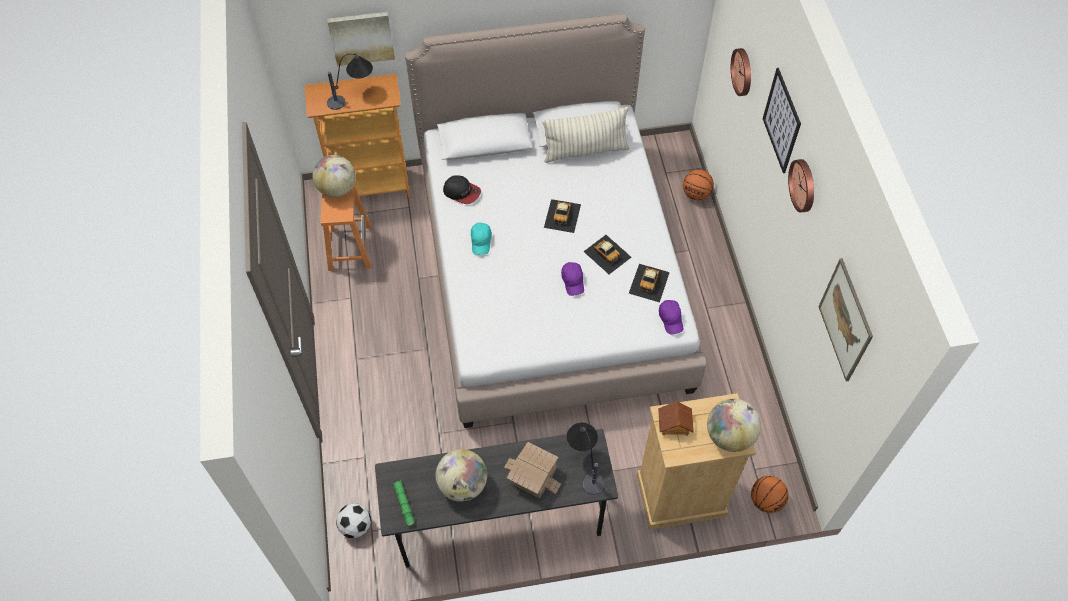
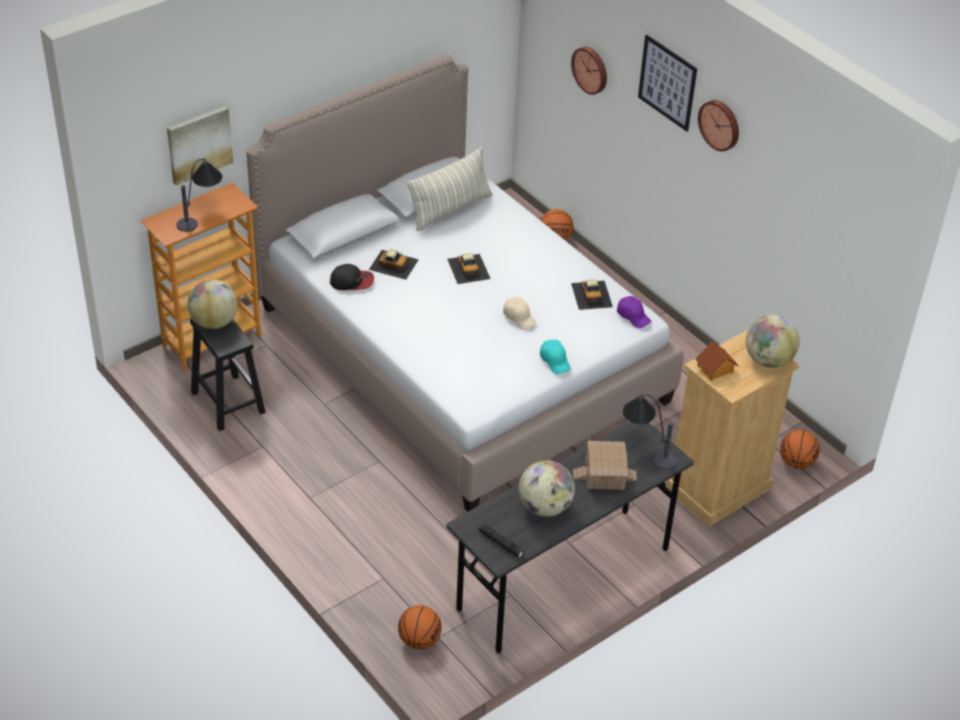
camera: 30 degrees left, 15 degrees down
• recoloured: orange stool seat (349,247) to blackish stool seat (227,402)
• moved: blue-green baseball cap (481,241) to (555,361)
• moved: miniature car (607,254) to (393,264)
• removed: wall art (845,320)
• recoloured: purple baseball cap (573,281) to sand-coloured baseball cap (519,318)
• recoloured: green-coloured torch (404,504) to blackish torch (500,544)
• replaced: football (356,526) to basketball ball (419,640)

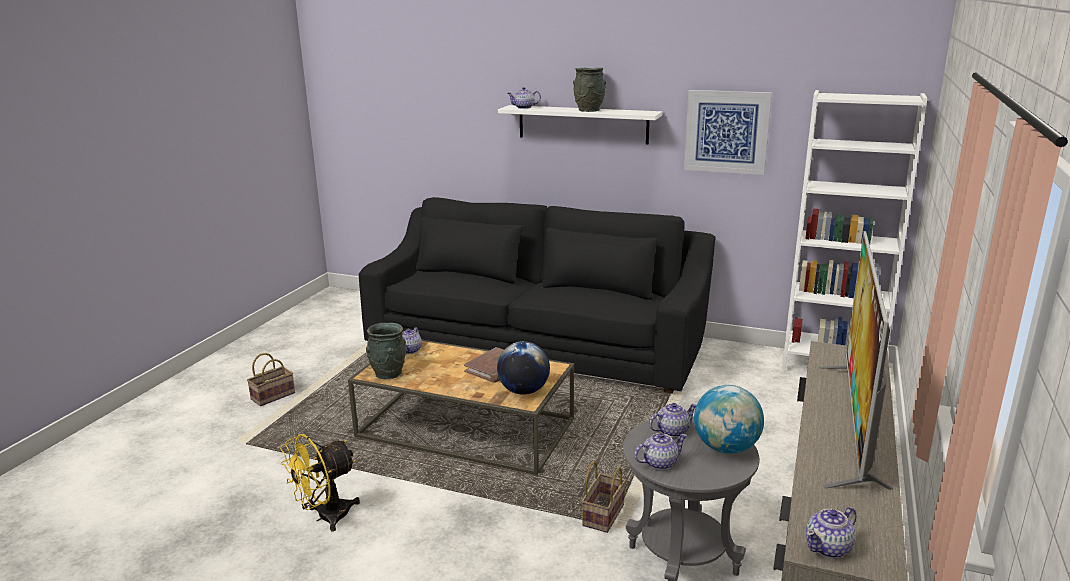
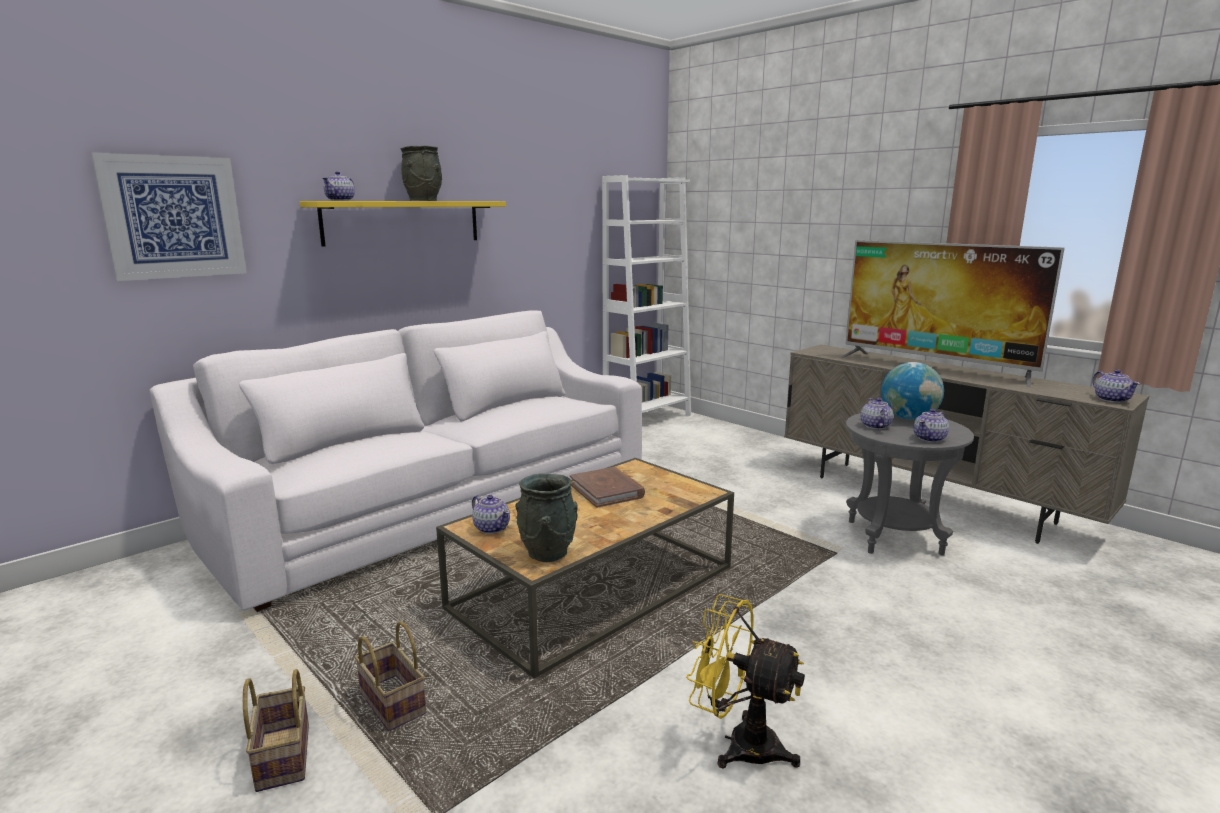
camera: 65 degrees left, 5 degrees down
• moved: wall art (726,132) to (173,217)
• recoloured: white-coloured wall shelf (582,124) to yellowish wall shelf (403,222)
• recoloured: blackish sofa (536,342) to white-coloured sofa (438,504)
• removed: globe (523,391)
• turned: tea pot (659,463) = (930,438) 135 degrees counterclockwise
• turned: yellowish electric fan (325,517) = (739,743) 135 degrees clockwise
• moved: storage basket (603,514) to (390,703)

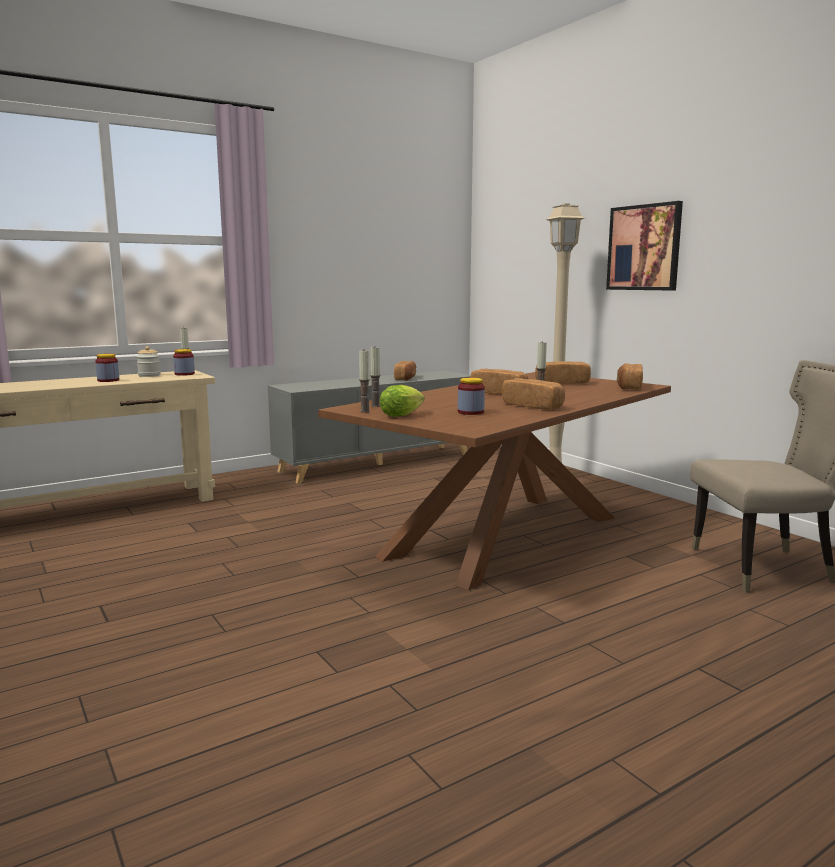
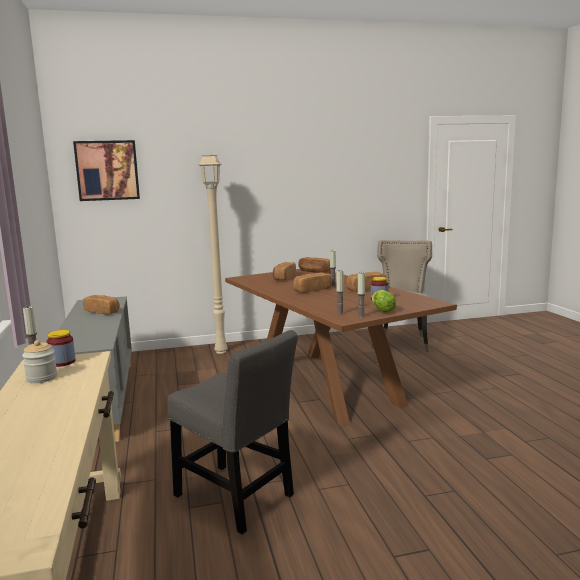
camera: 70 degrees left, 0 degrees up
• moved: wall art (644,247) to (107,170)
• removed: preserve jar (108,380)
• added: grey upright chair (237,498)

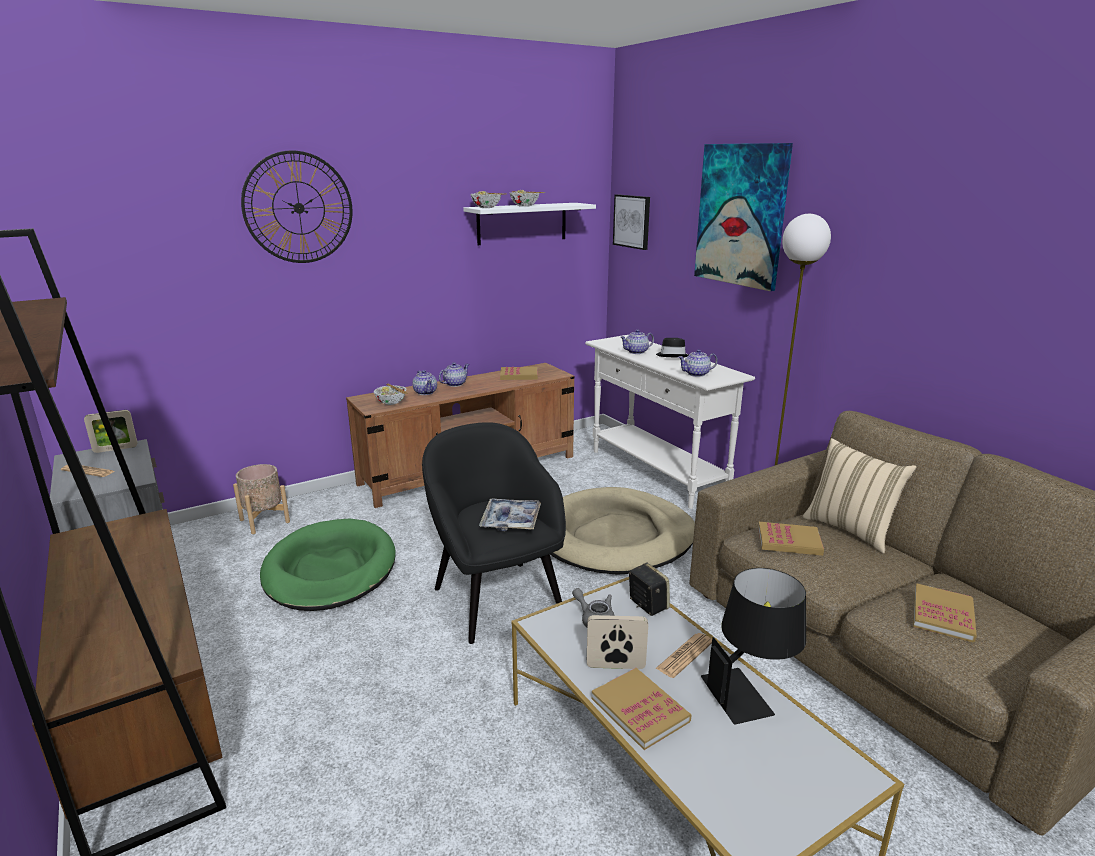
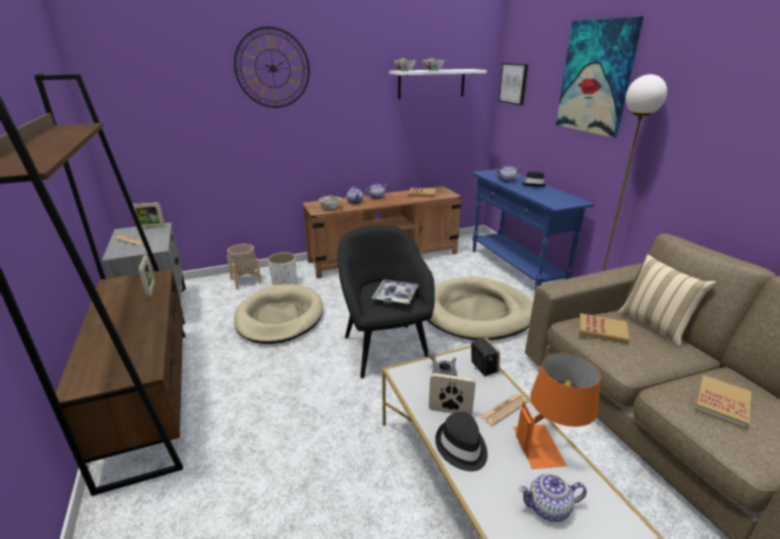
camera: 10 degrees right, 5 degrees up
• recoloured: white-coloured console table (656,472) to blue-coloured console table (515,269)
• moved: tea pot (697,374) to (549,508)
• recoloured: green-coloured pet bed (330,570) to sand-coloured pet bed (280,317)
• recoloured: blackish table lamp (750,691) to orange table lamp (549,444)
• replaced: bound book (640,710) to blackish wearable hat (461,447)
• added: white-coloured flower pot (284,282)
• added: standing frame (151,290)

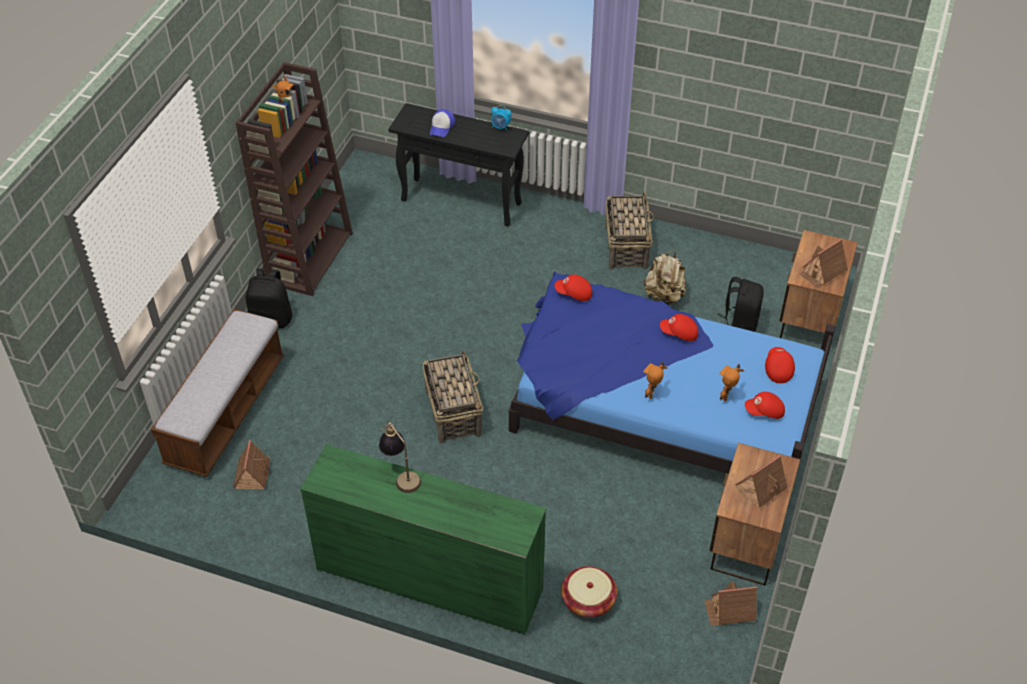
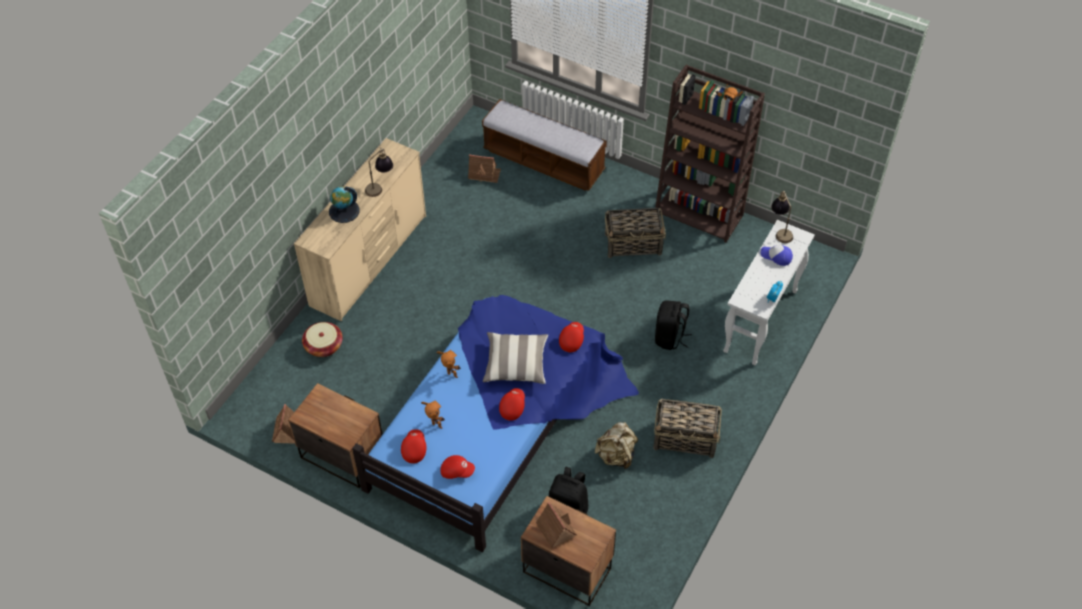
camera: 100 degrees right, 5 degrees up
• recoloured: blackish console table (462,202) to white-coloured console table (760,322)
• moved: blackish rucksack (272,319) to (670,337)
• moved: storage basket (453,412) to (634,244)
• recoloured: green-coloured drawer chest (429,578) to sand-coloured drawer chest (370,260)
• removed: miniature house (762,487)
• added: globe (344,211)
• added: table lamp (780,231)
• added: throw pillow (516,364)

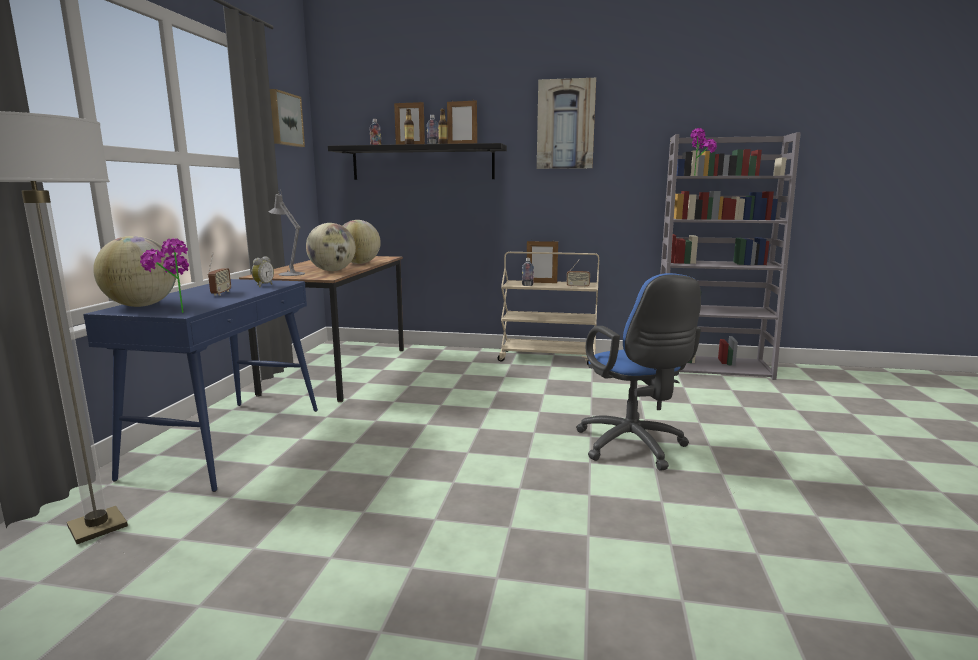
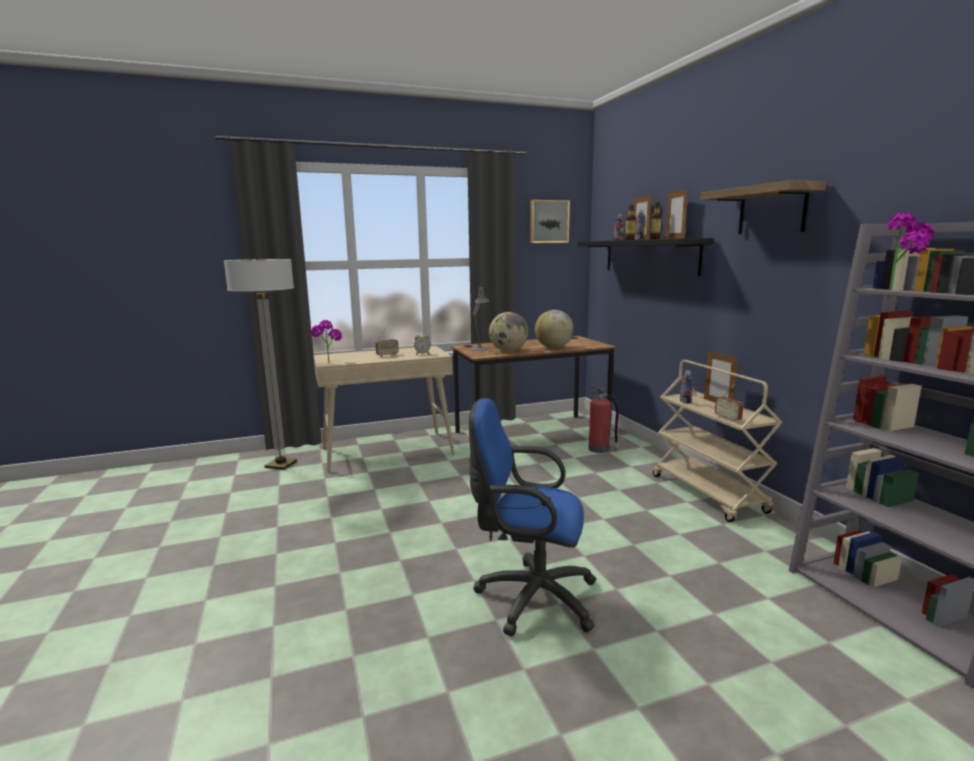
camera: 60 degrees right, 0 degrees up
• replaced: wall art (565,124) to wall shelf (772,210)
• removed: globe (141,306)
• turned: blue-coloured desk chair (633,448) = (530,597) 60 degrees clockwise
• recoloured: blue-coloured console table (229,440) to sand-coloured console table (388,451)
• added: fire-fighting cylinder (599,449)

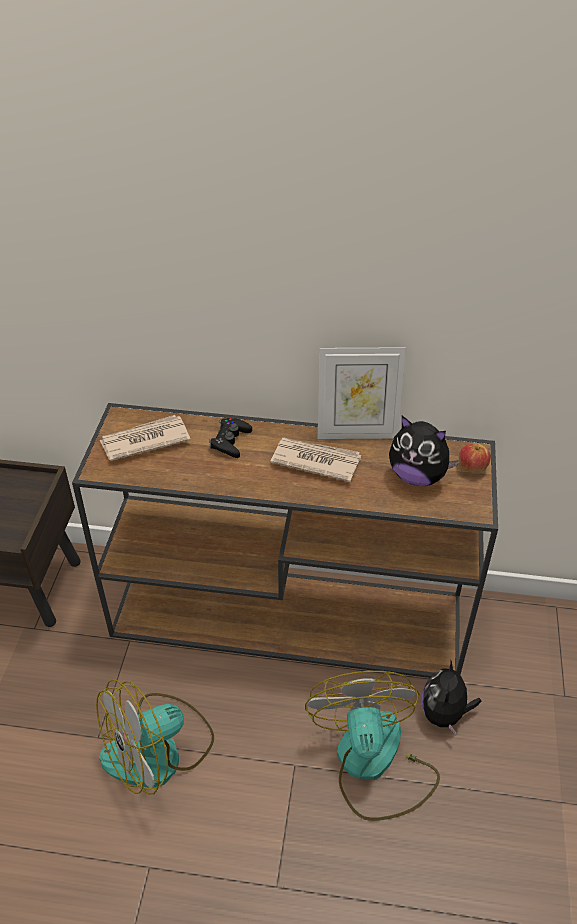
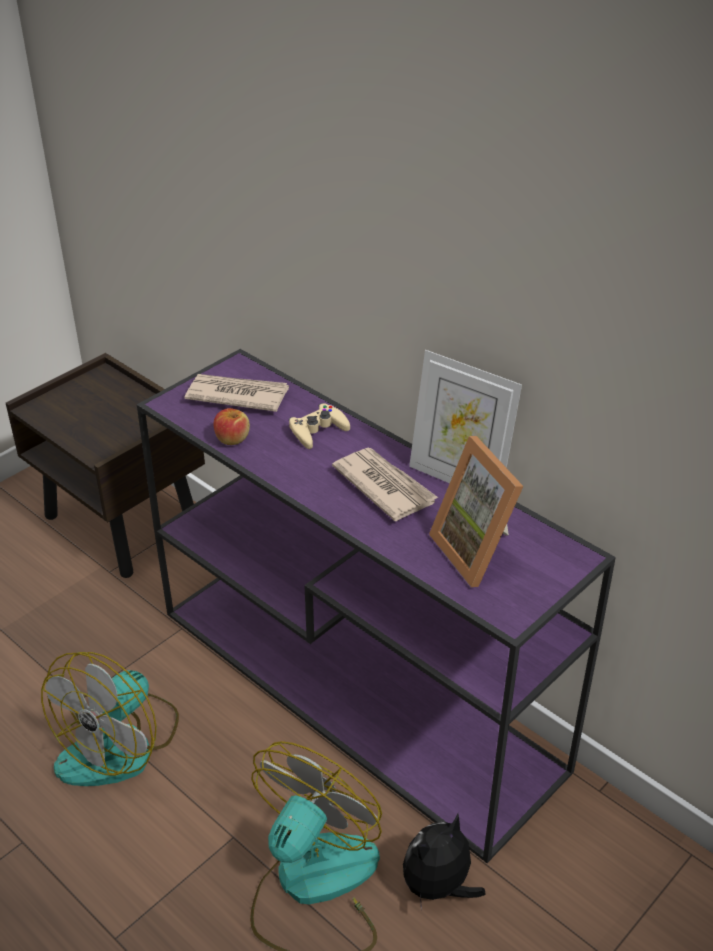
camera: 35 degrees right, 5 degrees down
• recoloured: brown console table (291,615) to purple console table (360,690)
• replaced: soft toy (417,476) to standing frame (480,551)
• recoloured: blackish gamepad (230,441) to sand-coloured gamepad (318,431)
• moved: whole apple (472,467) to (232,439)
• turned: electric fan (158,750) = (120,743) 60 degrees counterclockwise

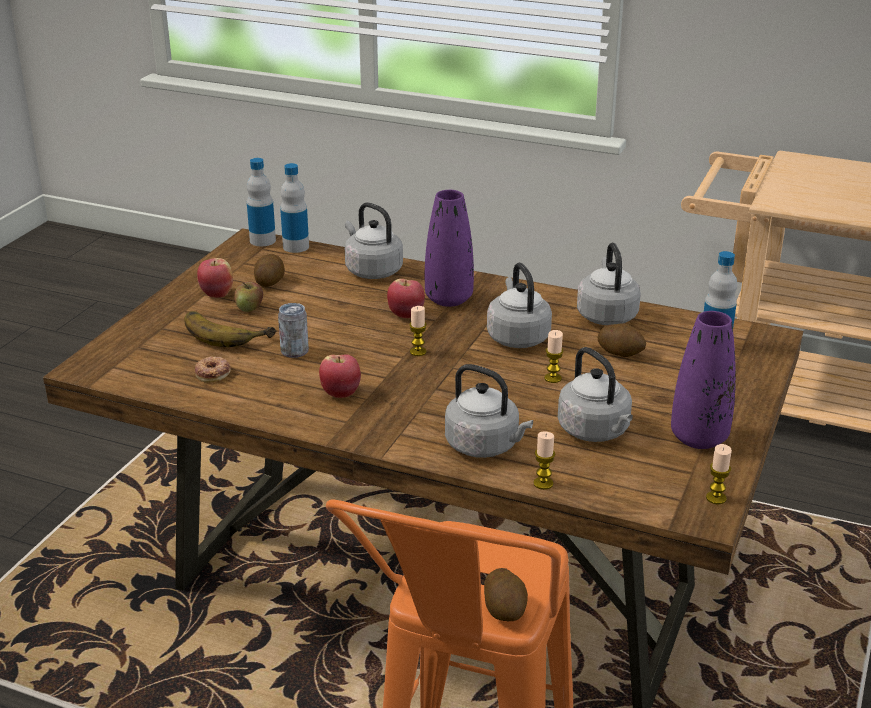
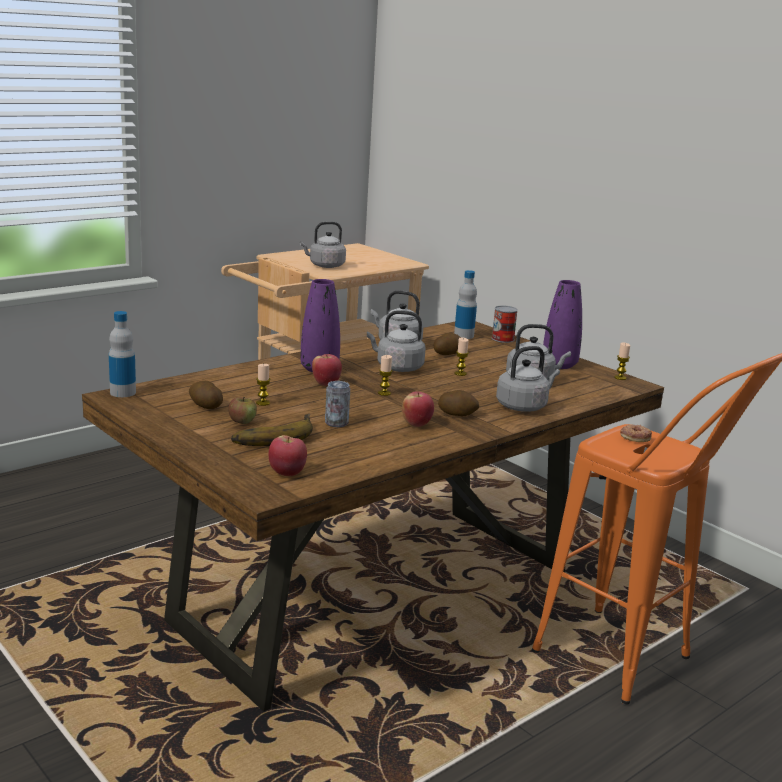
camera: 65 degrees left, 10 degrees down
• removed: bottle (296,247)
• moved: grey kettle (371,270) to (325,266)
• moved: whole apple (217,294) to (287,473)
• moved: doughnut (213,373) to (635,436)
• moved: candle (543,483) to (262,403)
• moved: potato (505,610) to (457,414)
• added: sealed can (503,339)

